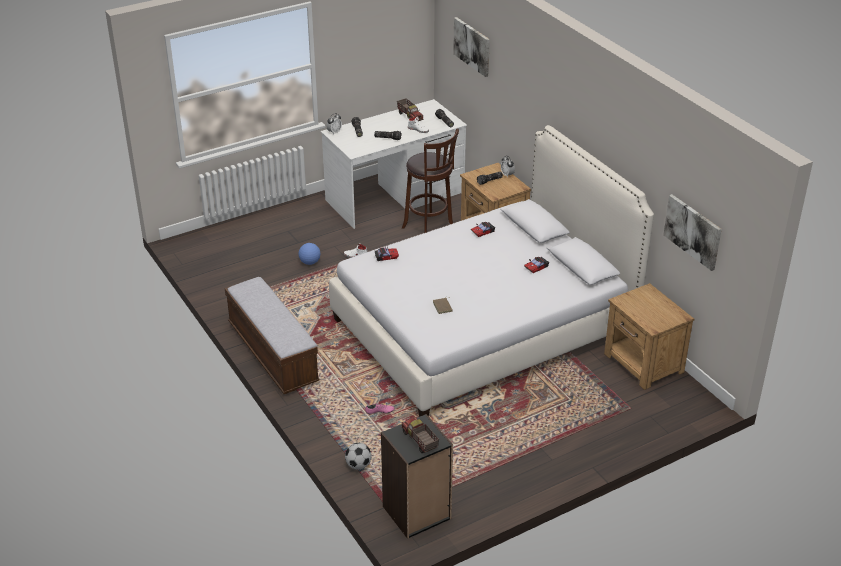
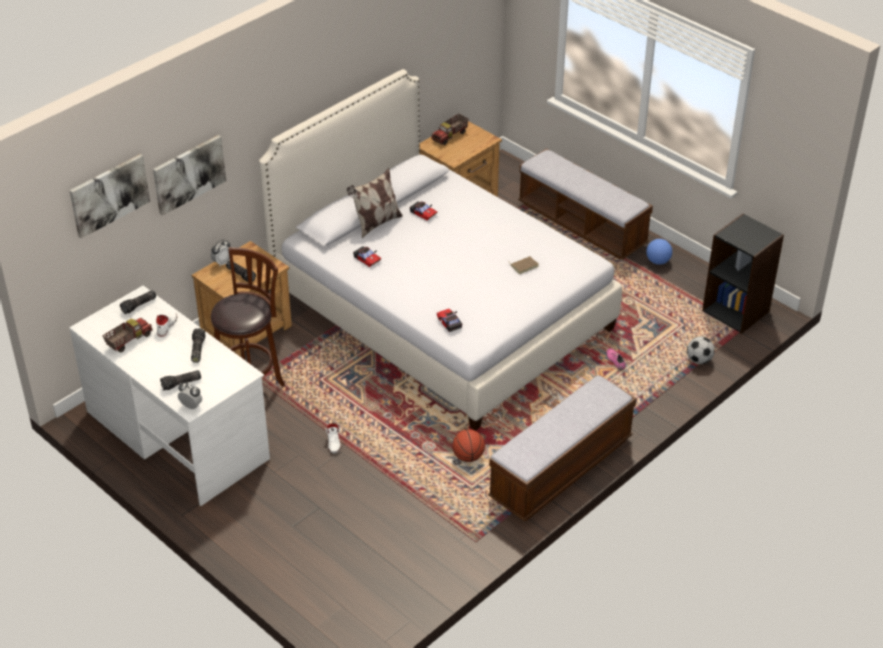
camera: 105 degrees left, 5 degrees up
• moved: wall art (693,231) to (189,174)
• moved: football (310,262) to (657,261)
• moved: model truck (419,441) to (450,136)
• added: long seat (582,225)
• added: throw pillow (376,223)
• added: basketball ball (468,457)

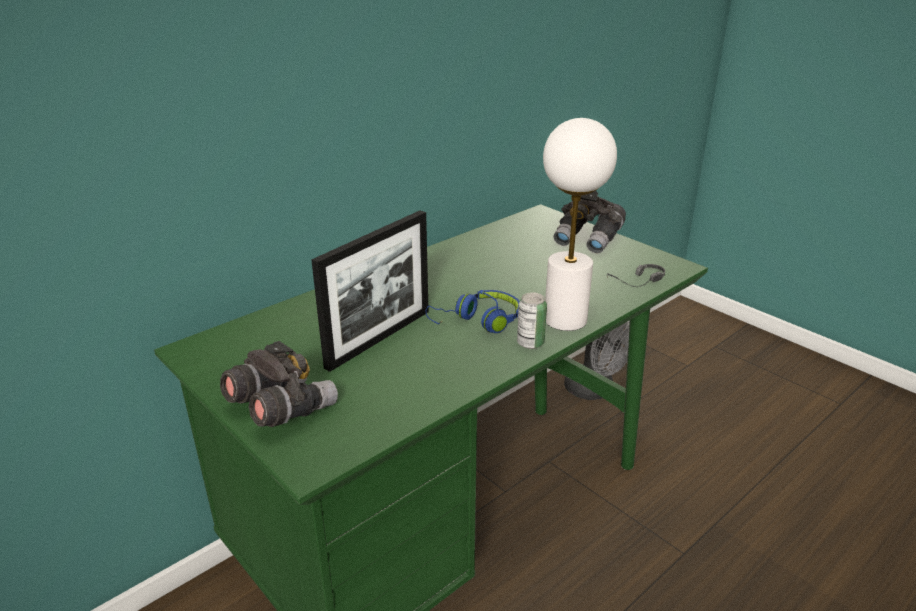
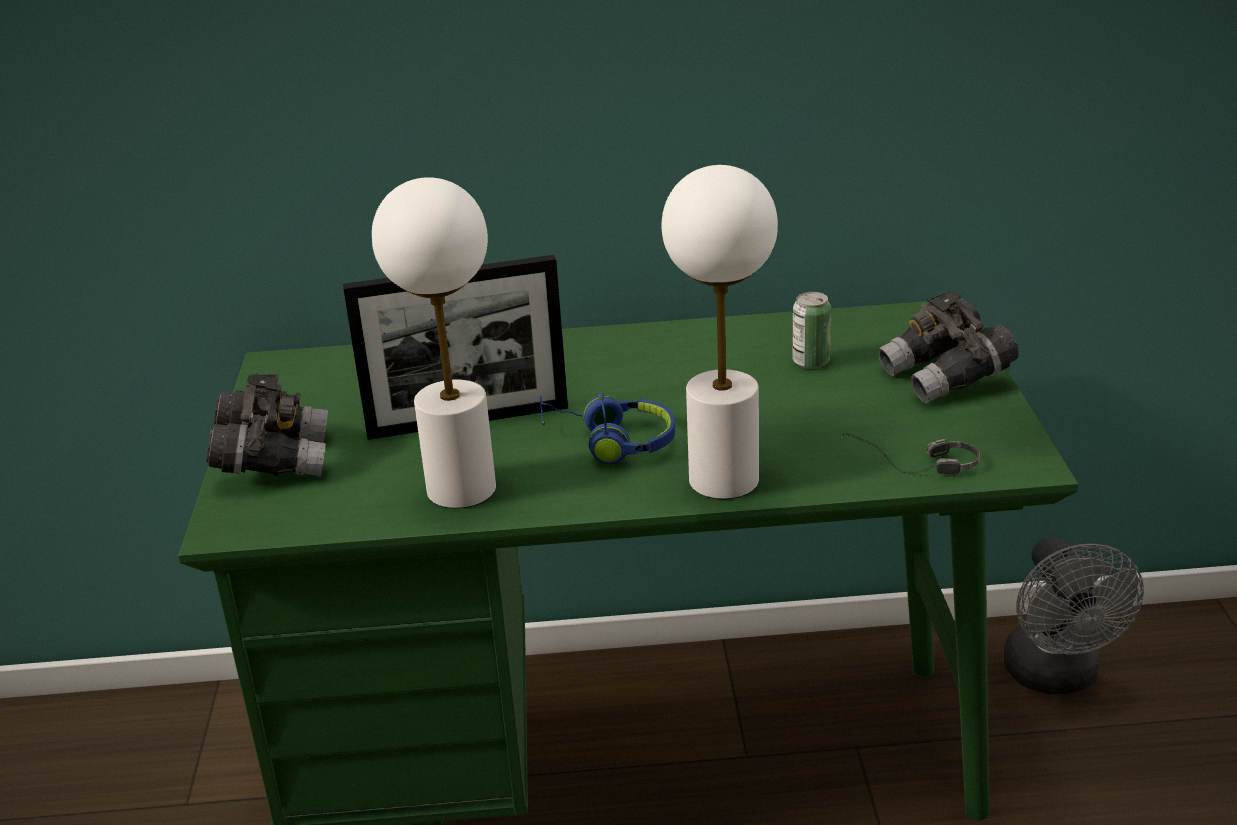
camera: 40 degrees right, 0 degrees up
• moved: sealed can (530,343) to (811,362)
• added: white-coloured table lamp (462,489)

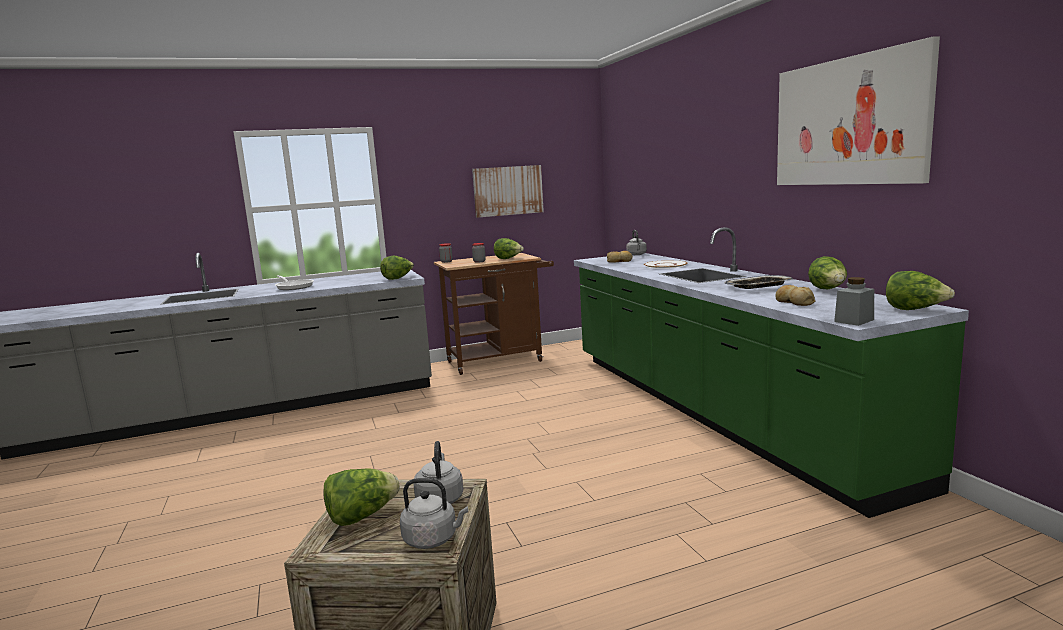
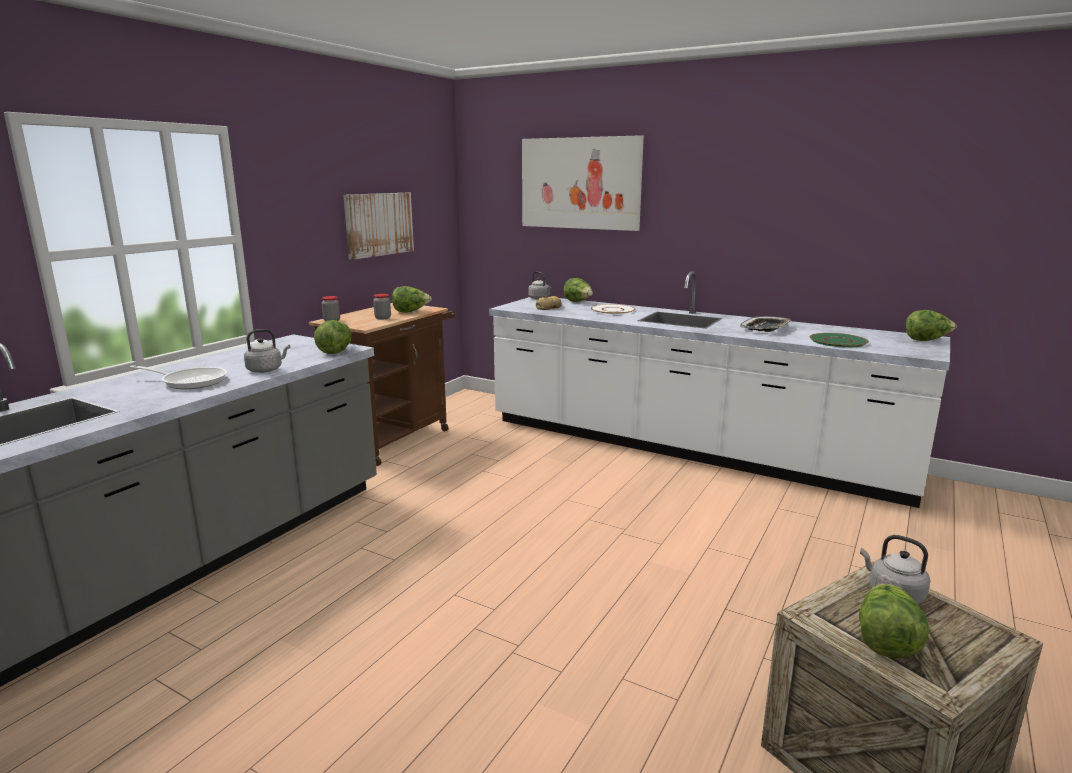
camera: 40 degrees left, 5 degrees up
• moved: wall art (849,122) to (580,183)
• recoloured: green-coloured counter (711,410) to white-coloured counter (688,448)
• moved: lettuce (828,290) to (578,302)
• removed: grey preserve jar (854,321)
• replaced: bakery bread (794,302) to green-coloured plate (838,341)
• moved: grey kettle (433,539) to (266,370)

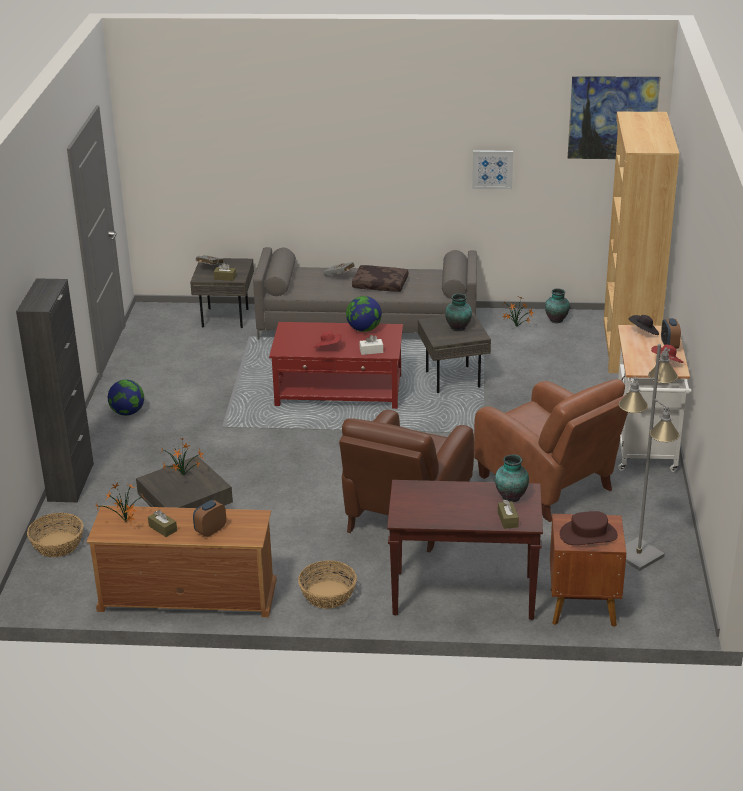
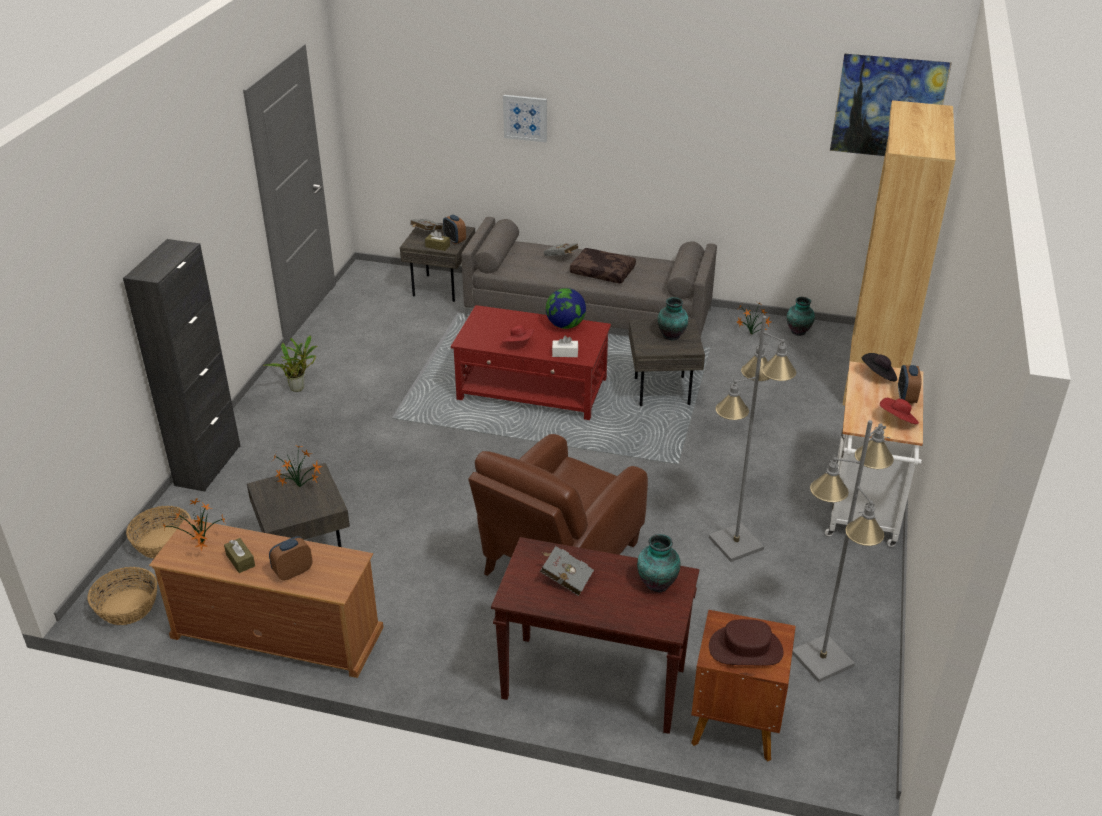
camera: 10 degrees right, 5 degrees up
• moved: wall art (492,169) to (525,118)
• replaced: brown armchair (548,485) to grey standard lamp (735,544)
• replaced: globe (127,413) to plant in a pot (299,388)
• removed: brown tissue holder (507,519)
• moved: storage basket (327,595) to (127,607)
• added: table clock (455,240)
• added: grey bound book (565,579)

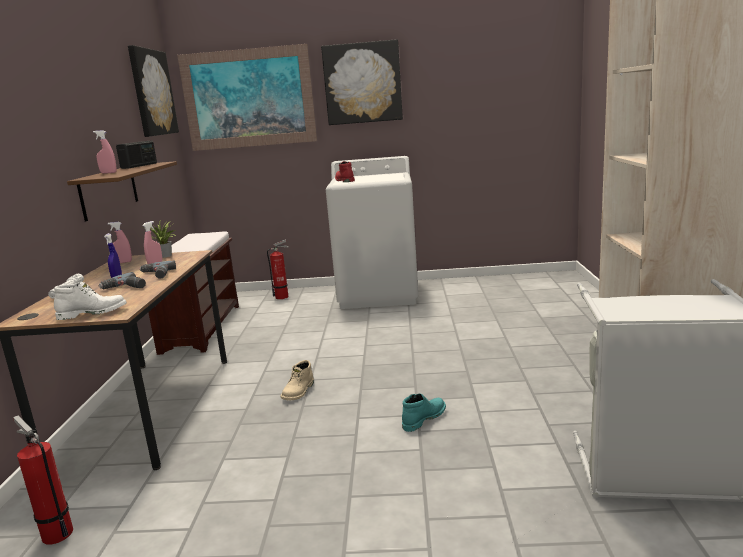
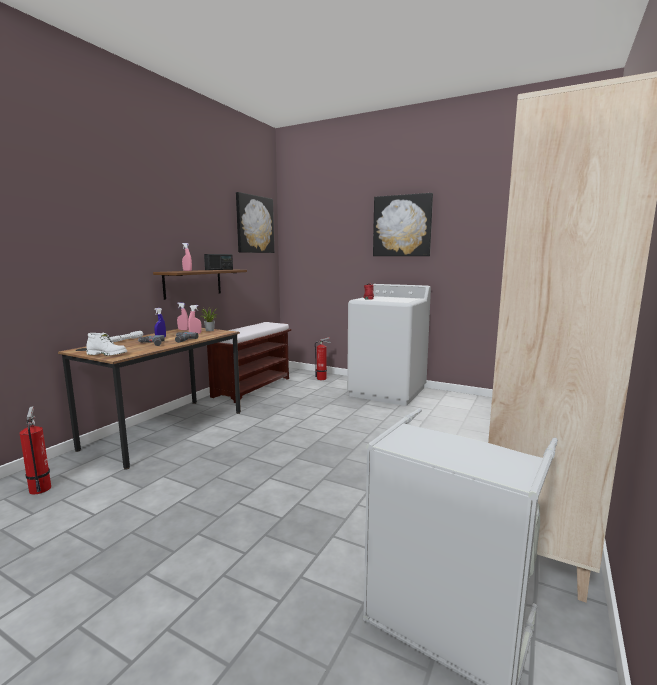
camera: 25 degrees right, 5 degrees down
• removed: wall art (248,98)
• removed: sand-coloured boot (299,392)
• removed: blue-green boot (423,418)

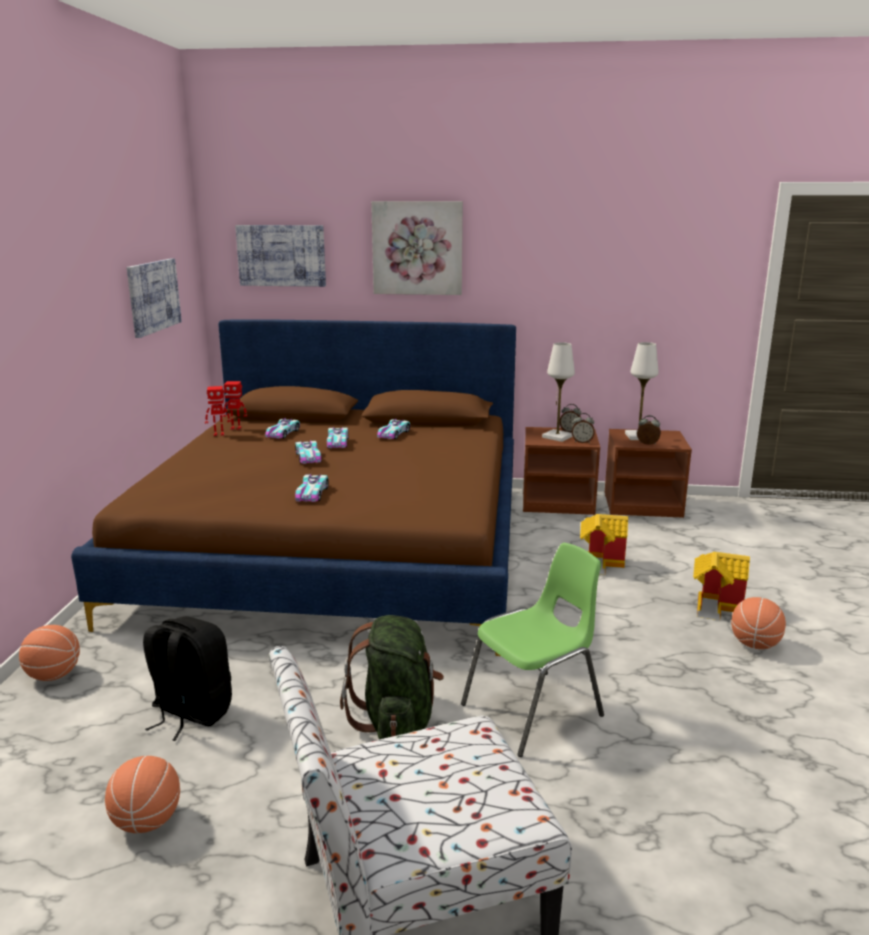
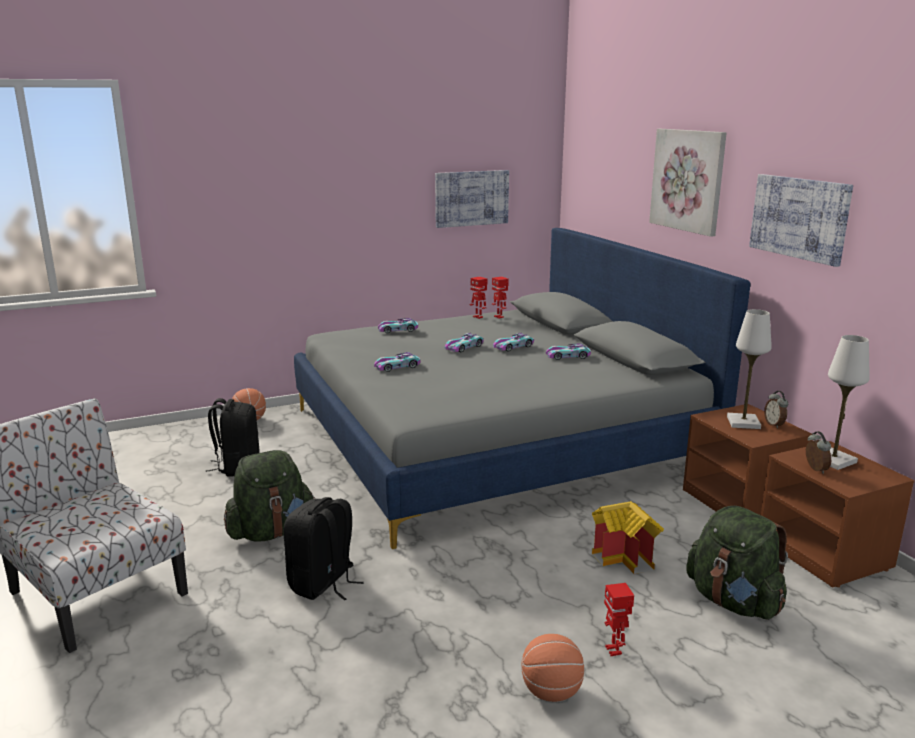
camera: 60 degrees right, 0 degrees up
• moved: wall art (281,255) to (799,218)
• recoloured: brown bedroom bed (339,548) to grey bedroom bed (494,438)
• removed: table clock (582,442)
• moved: miniature car (283,433) to (398,330)
• replaced: green-coloured upright chair (535,710) to blackish rucksack (323,584)
• replaced: miniature house (715,606) to robot figure (614,650)
• removed: basketball ball (147,821)
• added: green-coloured rucksack (733,602)

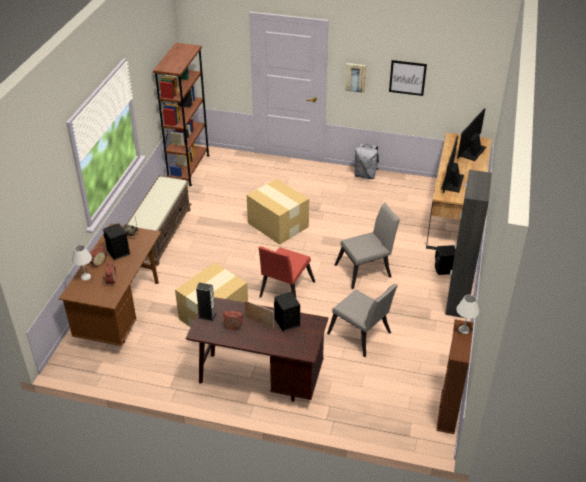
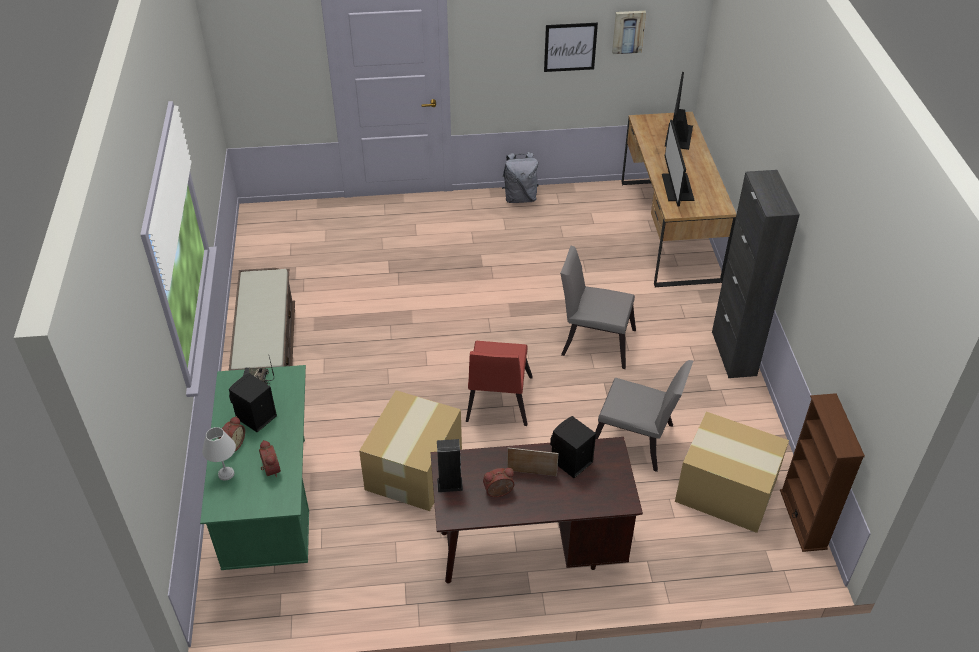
camera: 20 degrees left, 5 degrees up
• removed: brown bookcase (189,168)
• moved: wall art (355,77) to (628,31)
• moved: carton (278,225) to (727,491)
• turned: grey upright chair (366,270) = (593,340) 120 degrees counterclockwise
• recoloured: brown desk table (121,313) to green-coloured desk table (272,506)
• removed: blackish loudspeaker (444,270)
• removed: white-coloured table lamp (464,330)

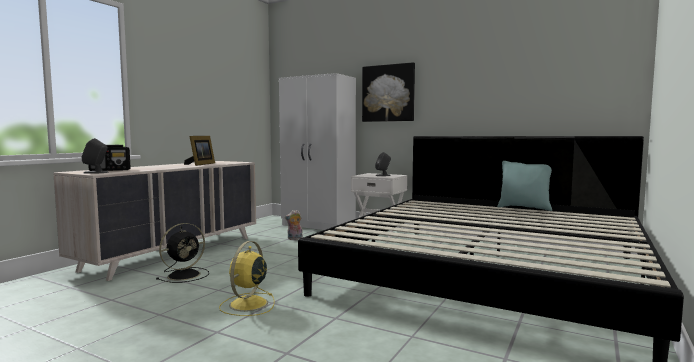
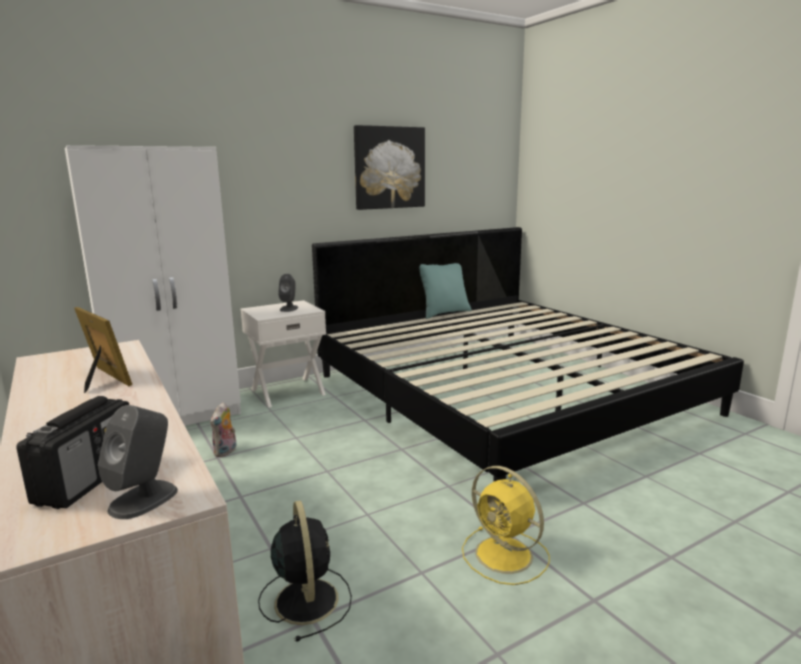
camera: 60 degrees left, 10 degrees up
• moved: wall art (388,93) to (389,168)

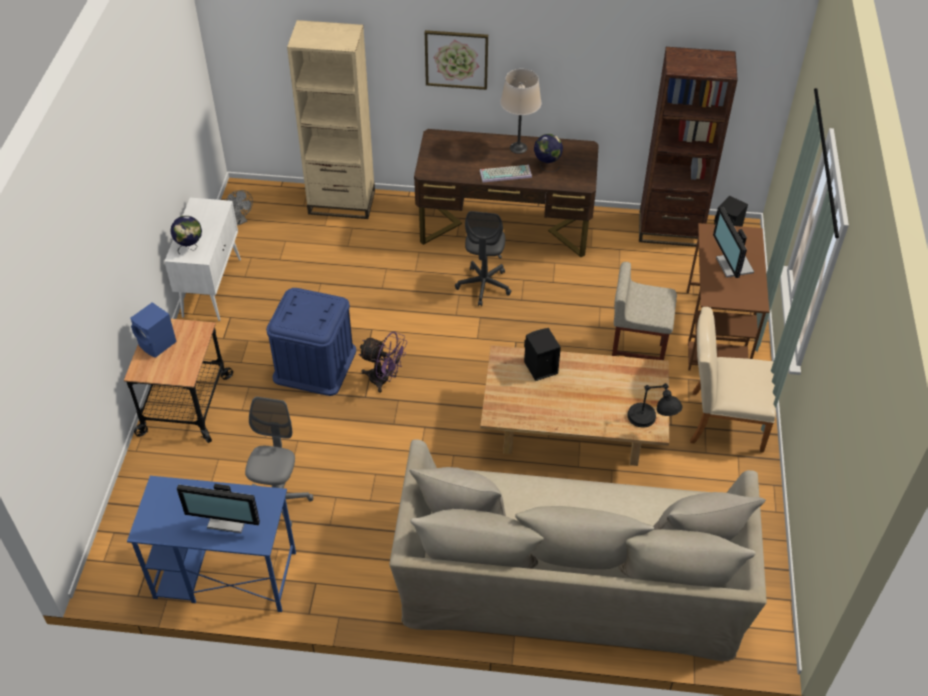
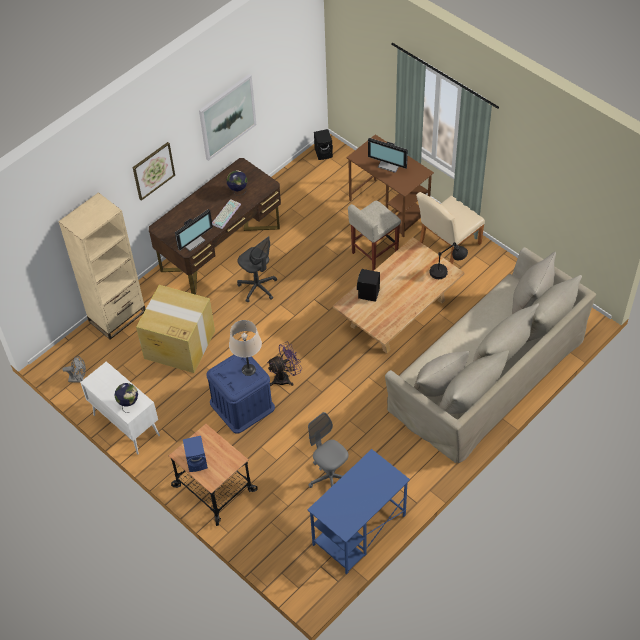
camera: 50 degrees left, 5 degrees up
• removed: brown bookcase (670,230)
• moved: sand-coloured table lamp (518,148) to (248,369)
• moved: monitor (229,518) to (192,241)
• added: wall art (227,116)
• added: carton (179,344)

